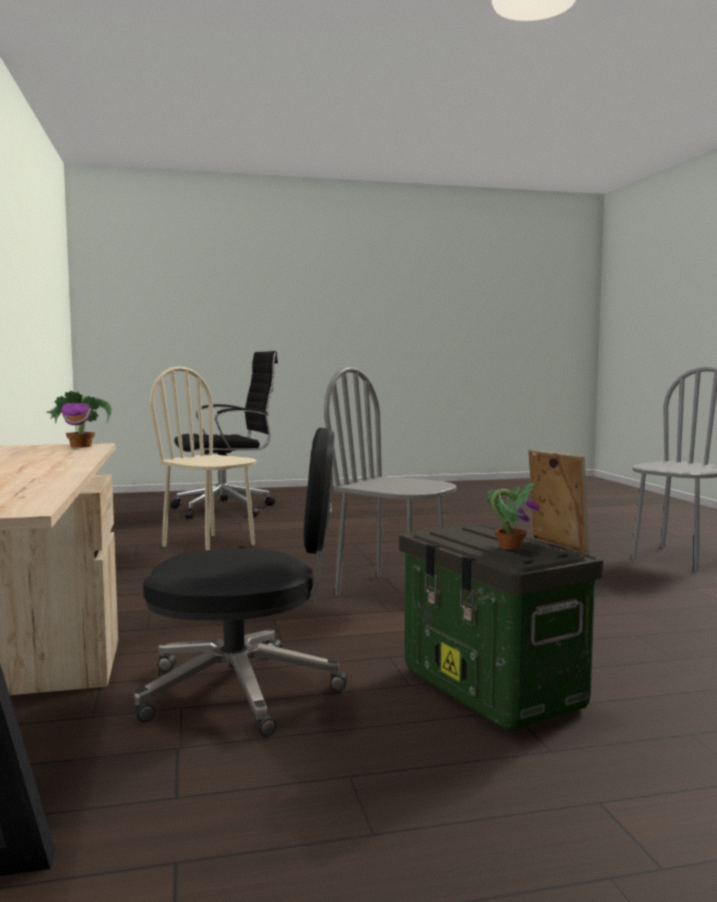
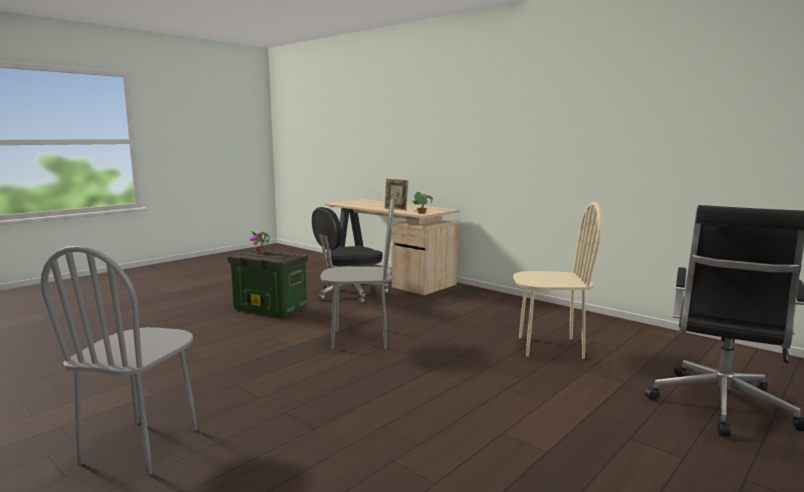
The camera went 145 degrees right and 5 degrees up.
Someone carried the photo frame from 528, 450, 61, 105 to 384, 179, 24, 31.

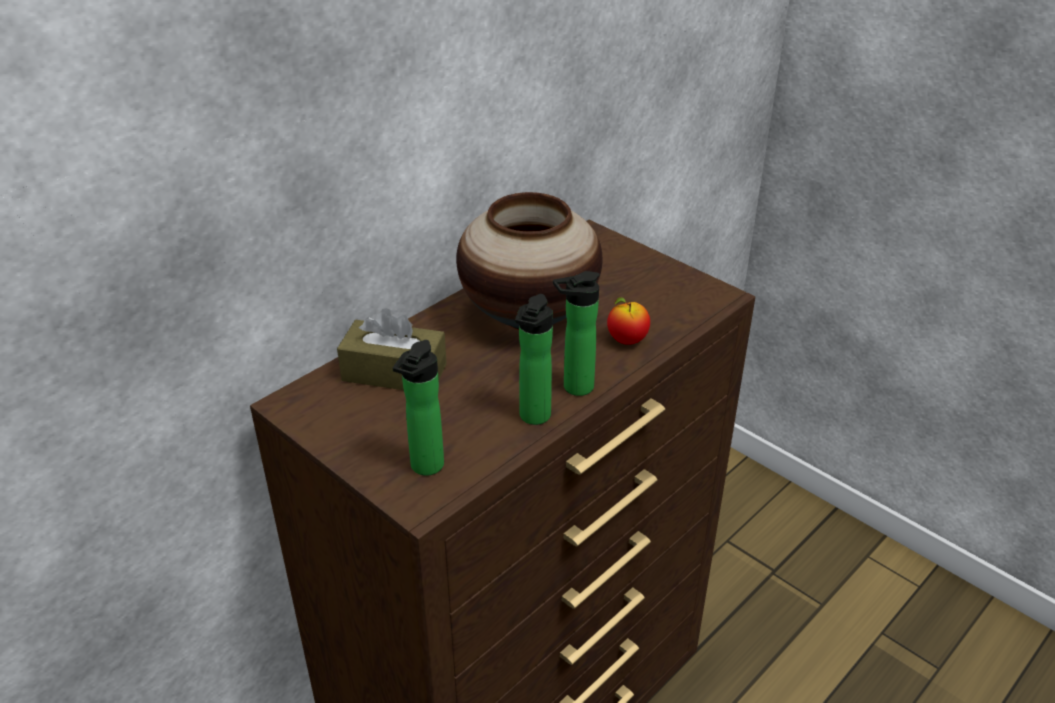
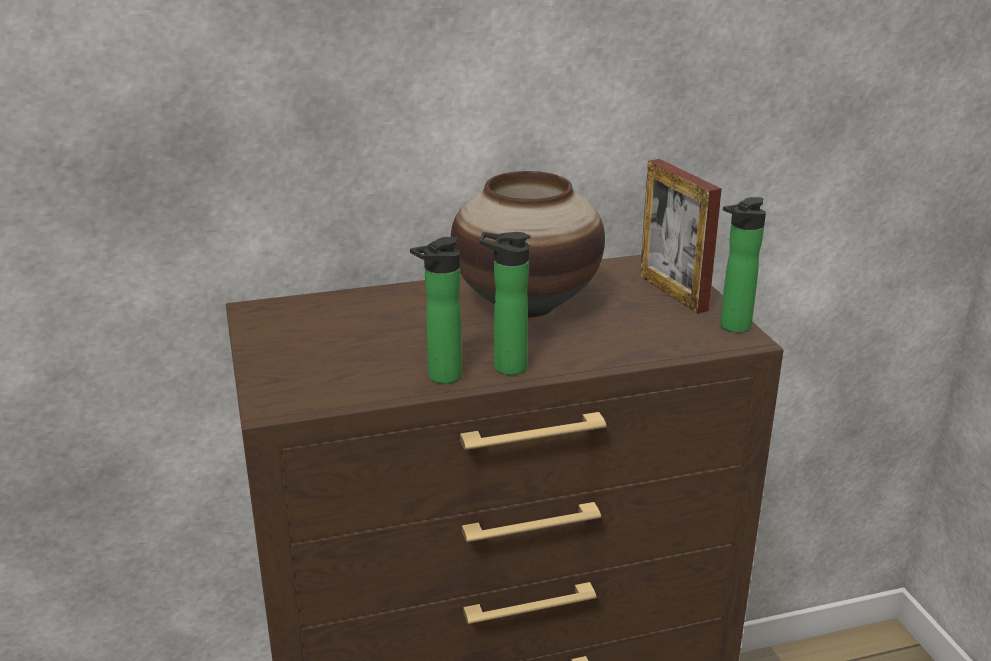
The camera went 30 degrees right and 10 degrees down.
Someone put down the photo frame at 640, 159, 82, 155.
Someone carried the bottle from 393, 340, 51, 136 to 720, 197, 46, 136.
Someone took away the tissue box/brownish at 337, 308, 110, 82.
Someone took away the apple at 607, 297, 43, 48.

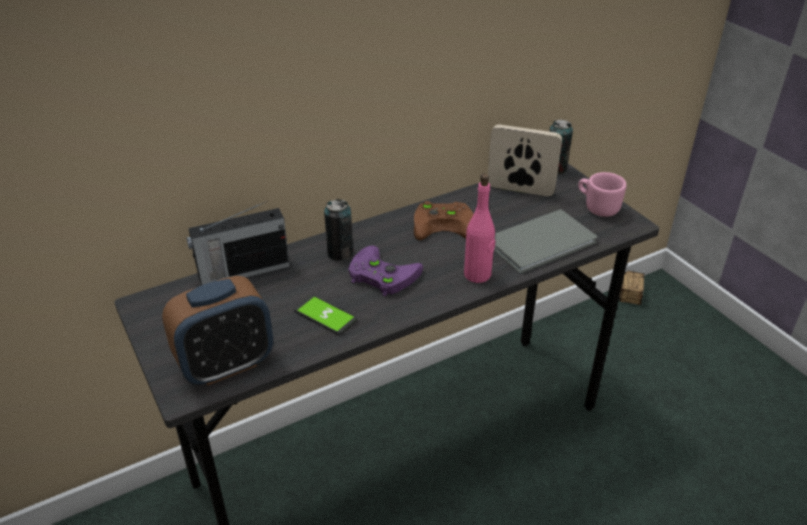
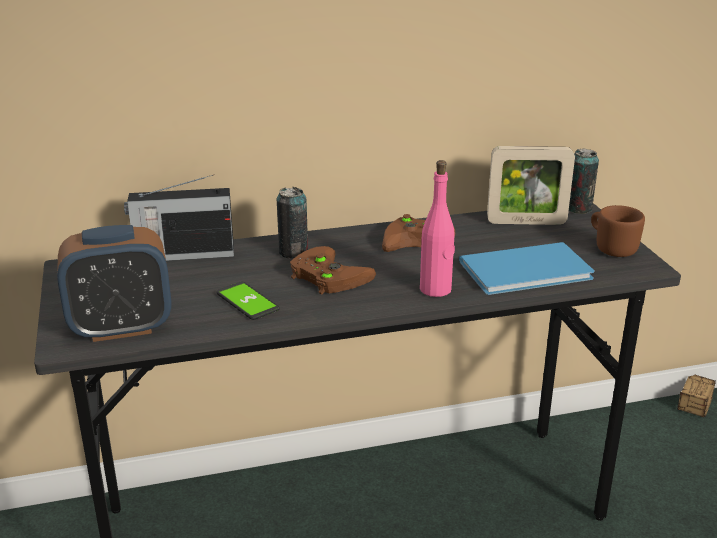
The camera went 15 degrees right and 10 degrees down.
Someone repainted the game controller/purple at 348, 246, 75, 51, which became the game controller/brownish at 290, 246, 86, 49.
Someone repainted the volume/gray at 494, 209, 103, 64, which became the volume/blue-coloured at 459, 242, 136, 53.
Someone rotated the photo frame at 488, 125, 74, 71 by 150 degrees clockwise.
Someone repainted the coffee mug/pink at 578, 172, 49, 45, which became the coffee mug/brownish at 591, 205, 54, 52.

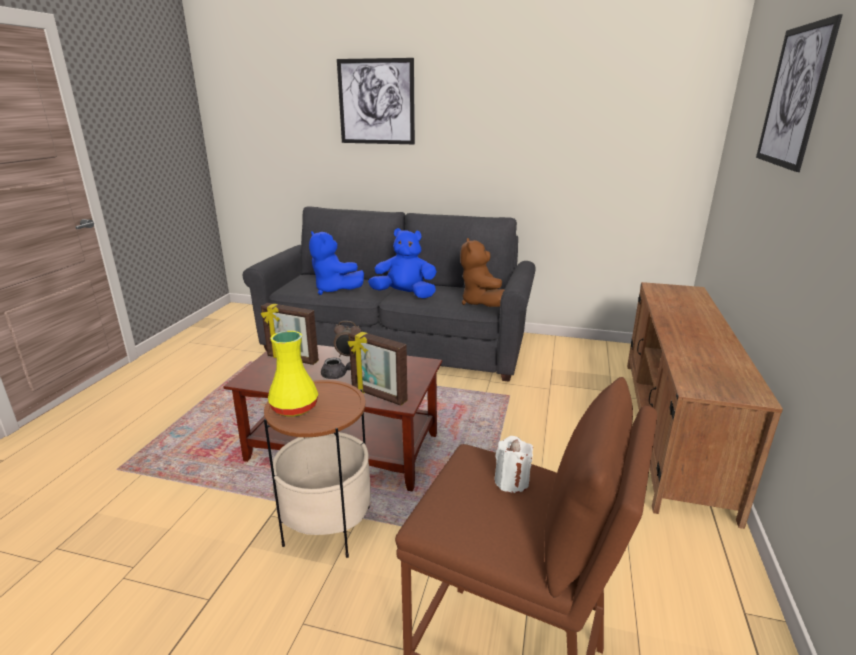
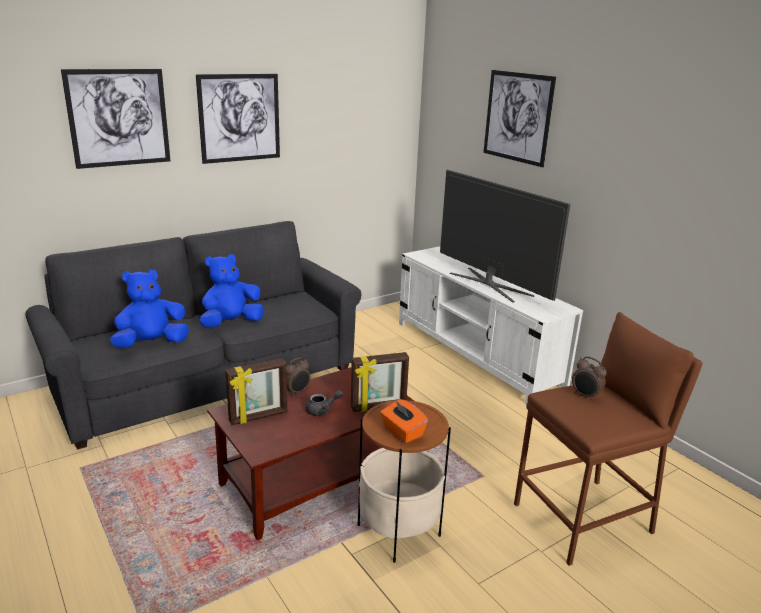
The camera went 50 degrees left and 0 degrees up.
Someone rotated the soft toy/blue-coloured at 309, 231, 55, 64 by 150 degrees clockwise.
Someone put up the wall art at 196, 74, 84, 90.
Someone swapped the flower vase/yellow at 268, 331, 50, 86 for the tissue box/orange at 380, 399, 48, 44.
Someone repainted the media console/brownish at 627, 282, 156, 247, which became the media console/whitish at 399, 246, 184, 158.
Someone put down the television at 440, 169, 130, 133.
Someone swapped the wax light/whitish at 494, 436, 39, 57 for the bedside clock at 572, 356, 35, 45.
Someone took away the soft toy/brownish at 460, 238, 45, 69.

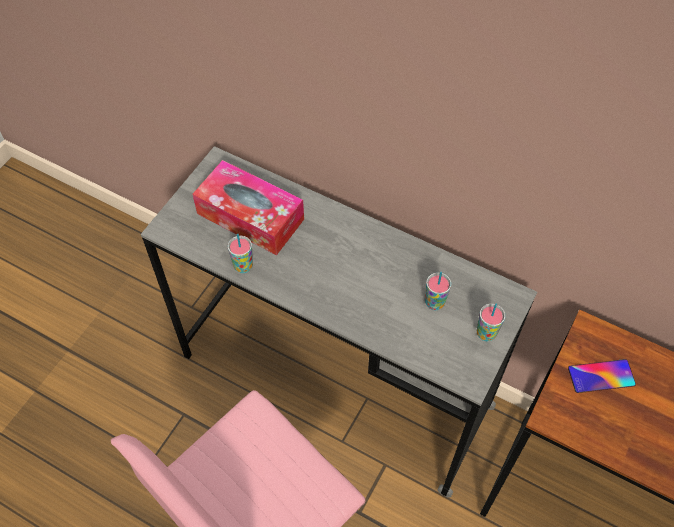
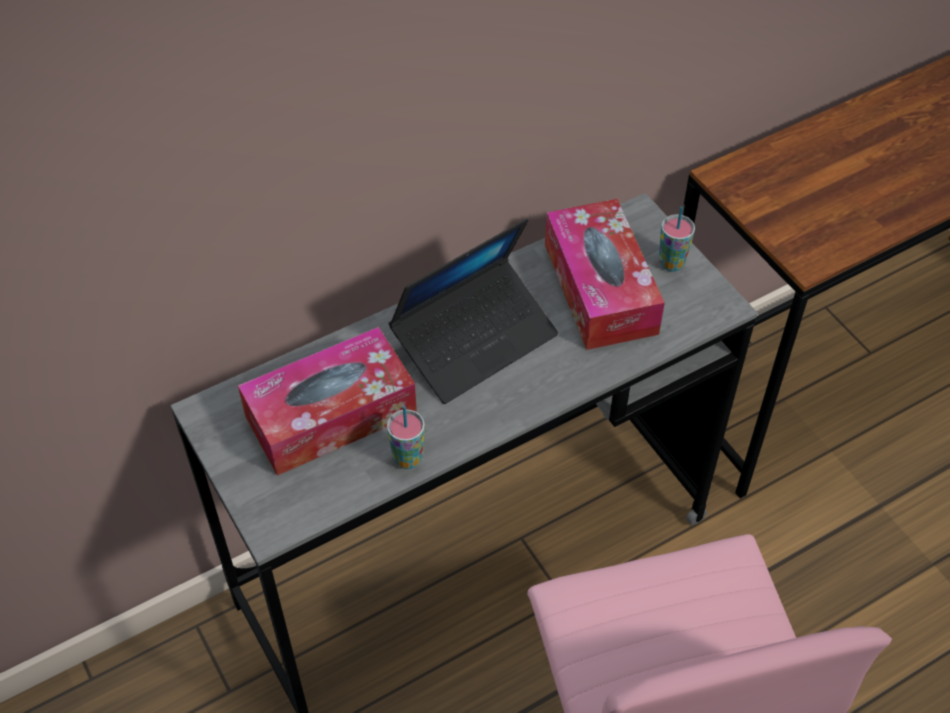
The camera went 60 degrees left and 5 degrees down.
Someone put down the laptop at 389, 218, 169, 186.
Someone swapped the drinking cup at 425, 272, 26, 38 for the tissue box at 545, 199, 120, 151.
Someone took away the handset at 568, 359, 68, 34.

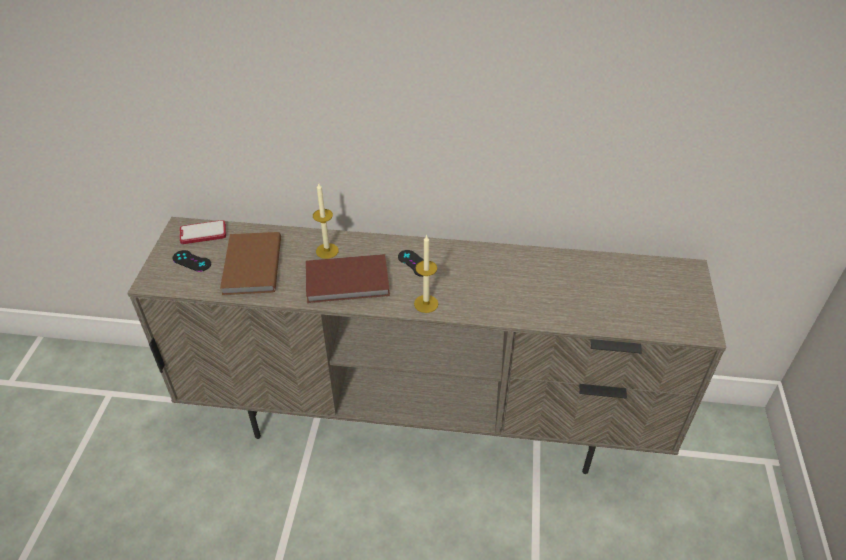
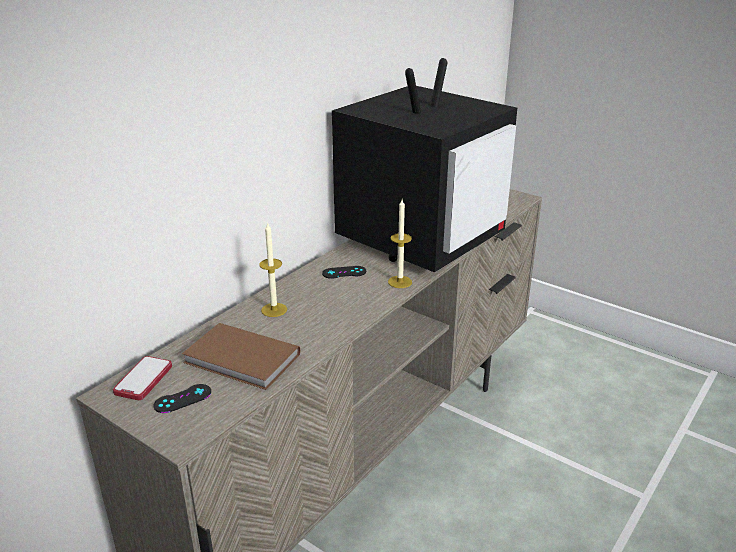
The camera went 60 degrees left and 15 degrees down.
Someone put down the television at 332, 58, 185, 214.
Someone took away the volume/brownish at 306, 254, 84, 49.

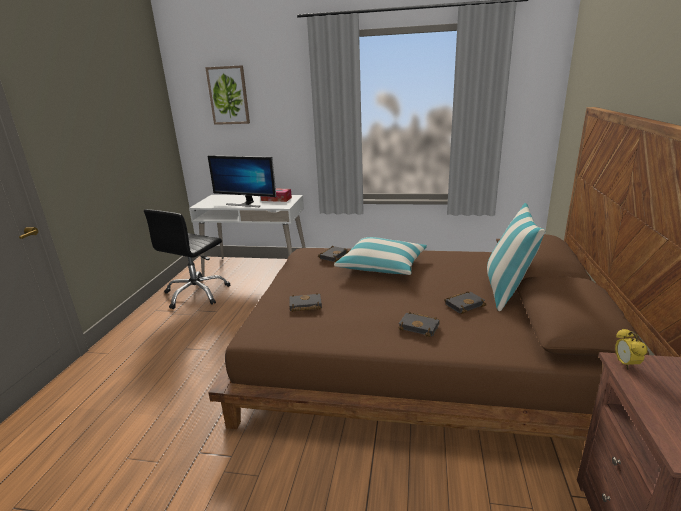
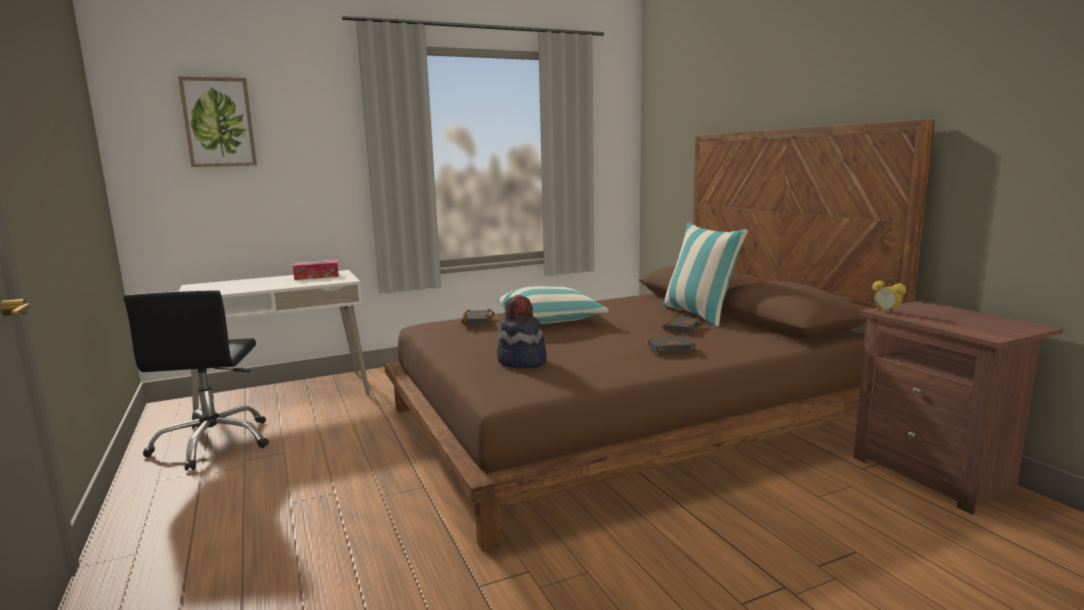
The camera went 35 degrees left and 10 degrees down.
Someone swapped the volume/black-coloured at 290, 293, 32, 19 for the hat at 497, 295, 50, 73.
Someone took away the computer display at 208, 155, 69, 52.

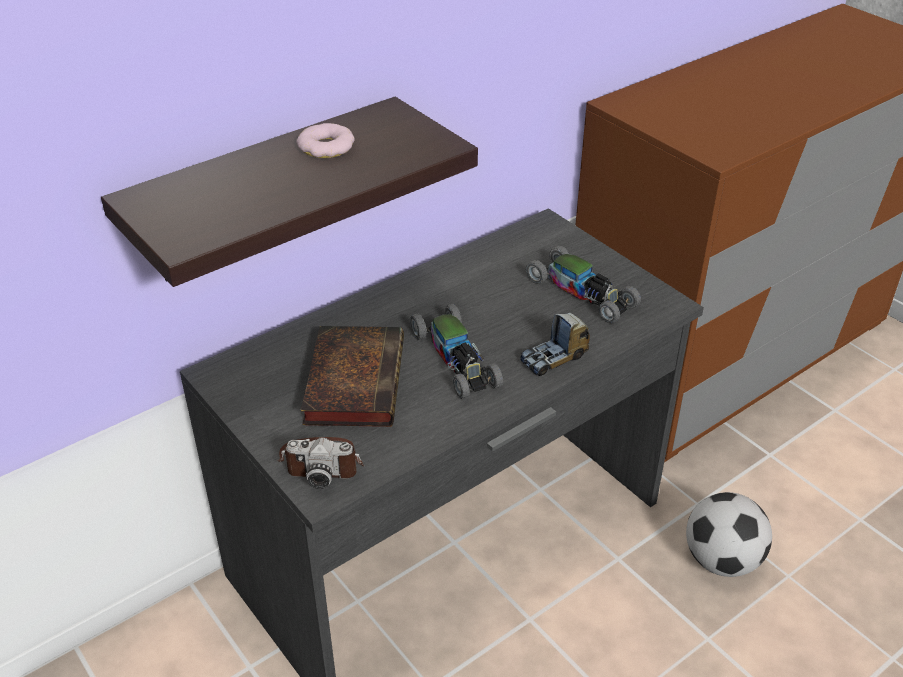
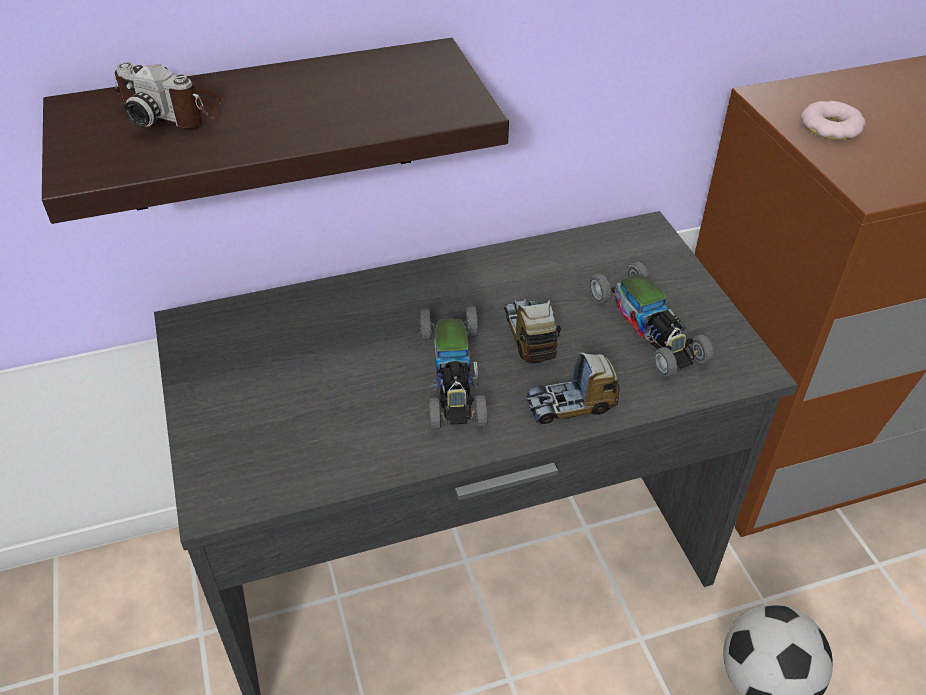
The camera went 20 degrees right and 5 degrees up.
Someone carried the still camera from 277, 437, 87, 52 to 115, 62, 108, 66.
Someone put down the model truck at 504, 299, 57, 65.
Someone carried the donut from 296, 123, 59, 35 to 801, 101, 65, 39.
Someone took away the volume at 301, 326, 103, 101.

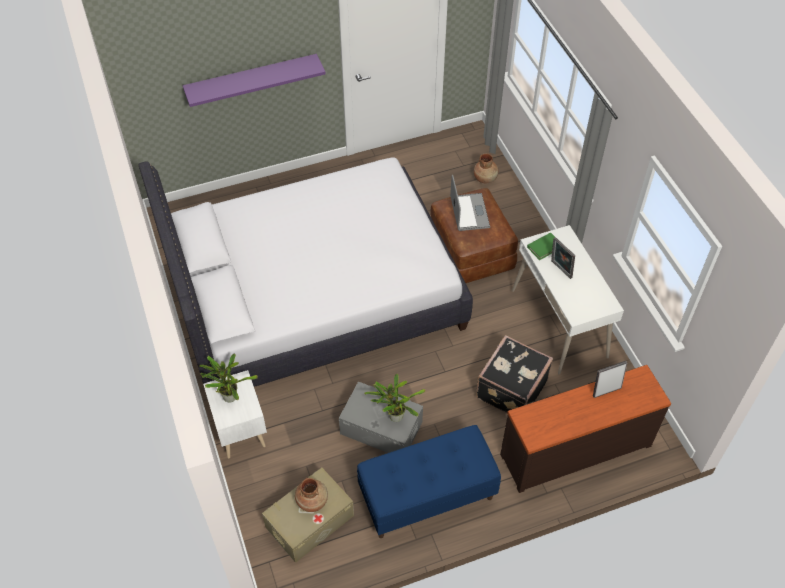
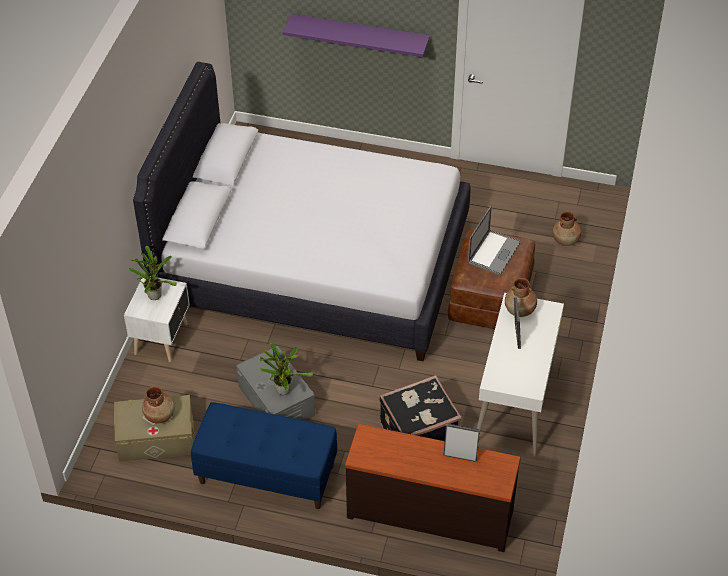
The camera went 35 degrees right and 5 degrees down.
Someone swapped the volume/green-coloured at 527, 233, 28, 27 for the flower vase/brownish at 505, 278, 32, 39.

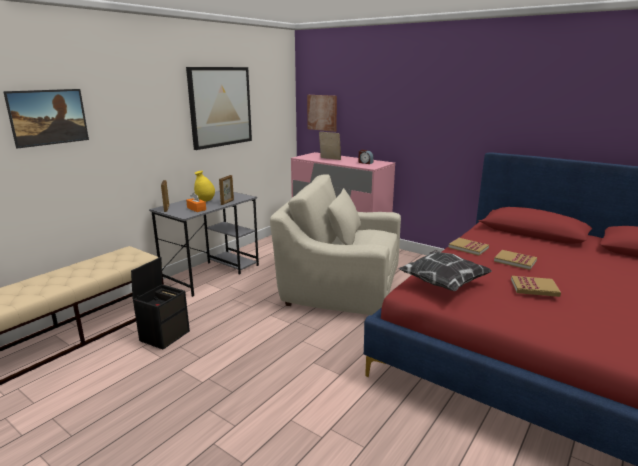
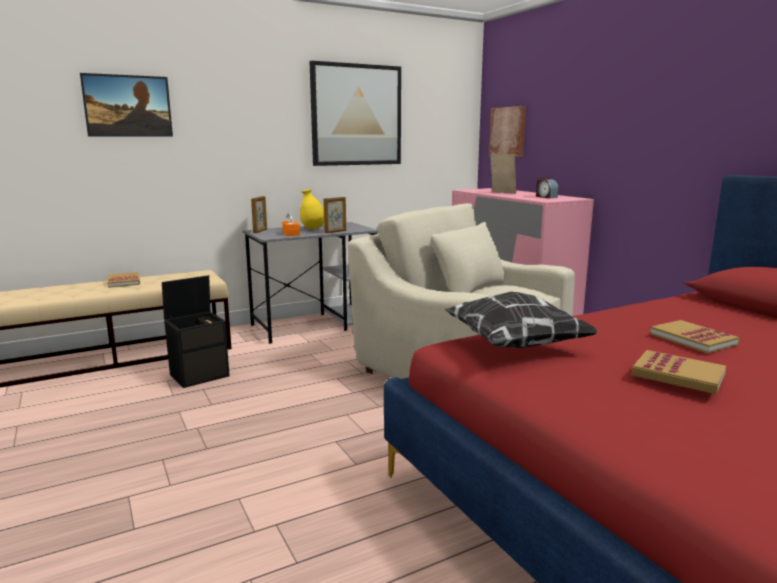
The camera went 25 degrees right and 5 degrees down.
Someone carried the volume from 448, 238, 41, 18 to 108, 272, 32, 16.

